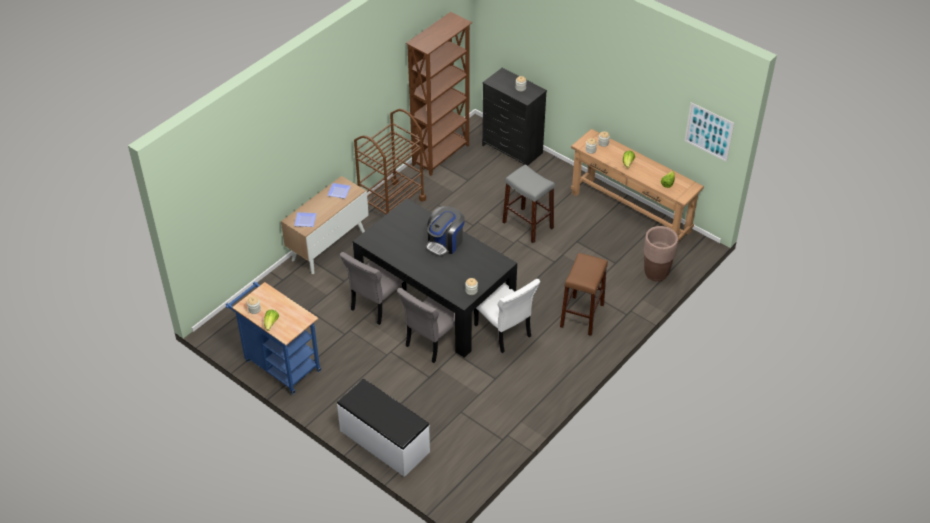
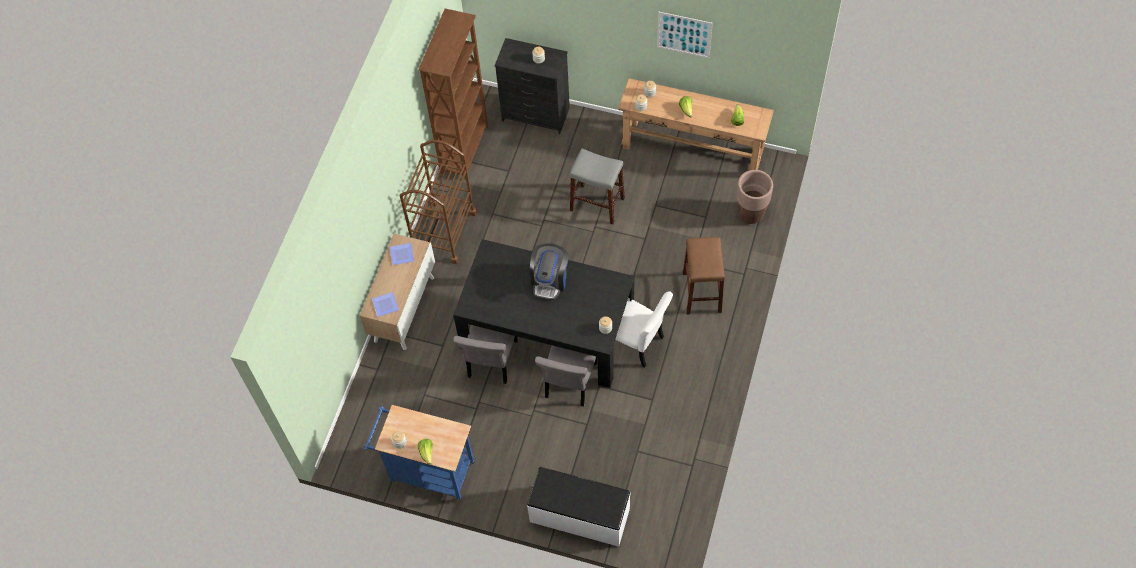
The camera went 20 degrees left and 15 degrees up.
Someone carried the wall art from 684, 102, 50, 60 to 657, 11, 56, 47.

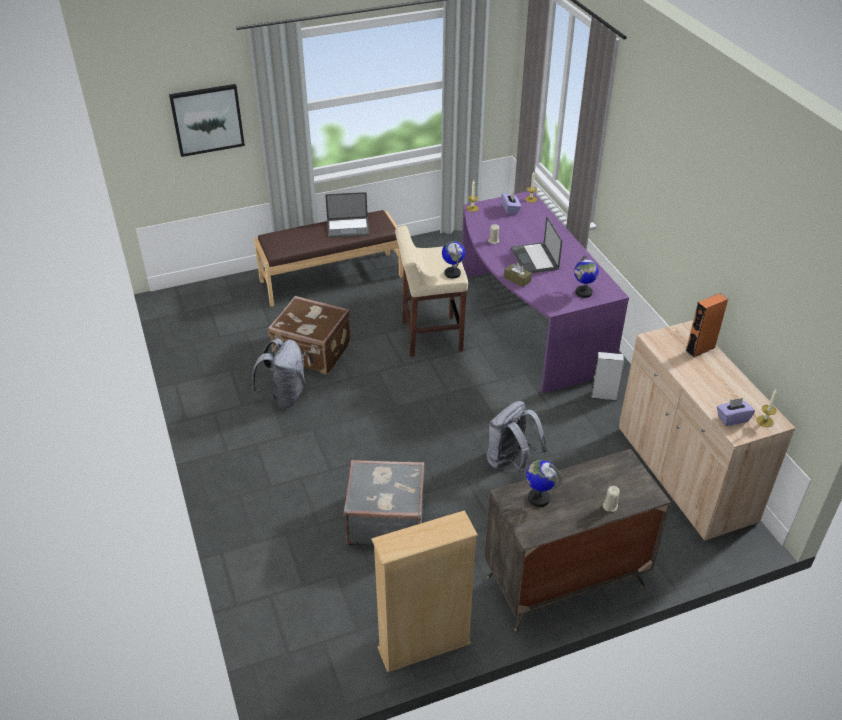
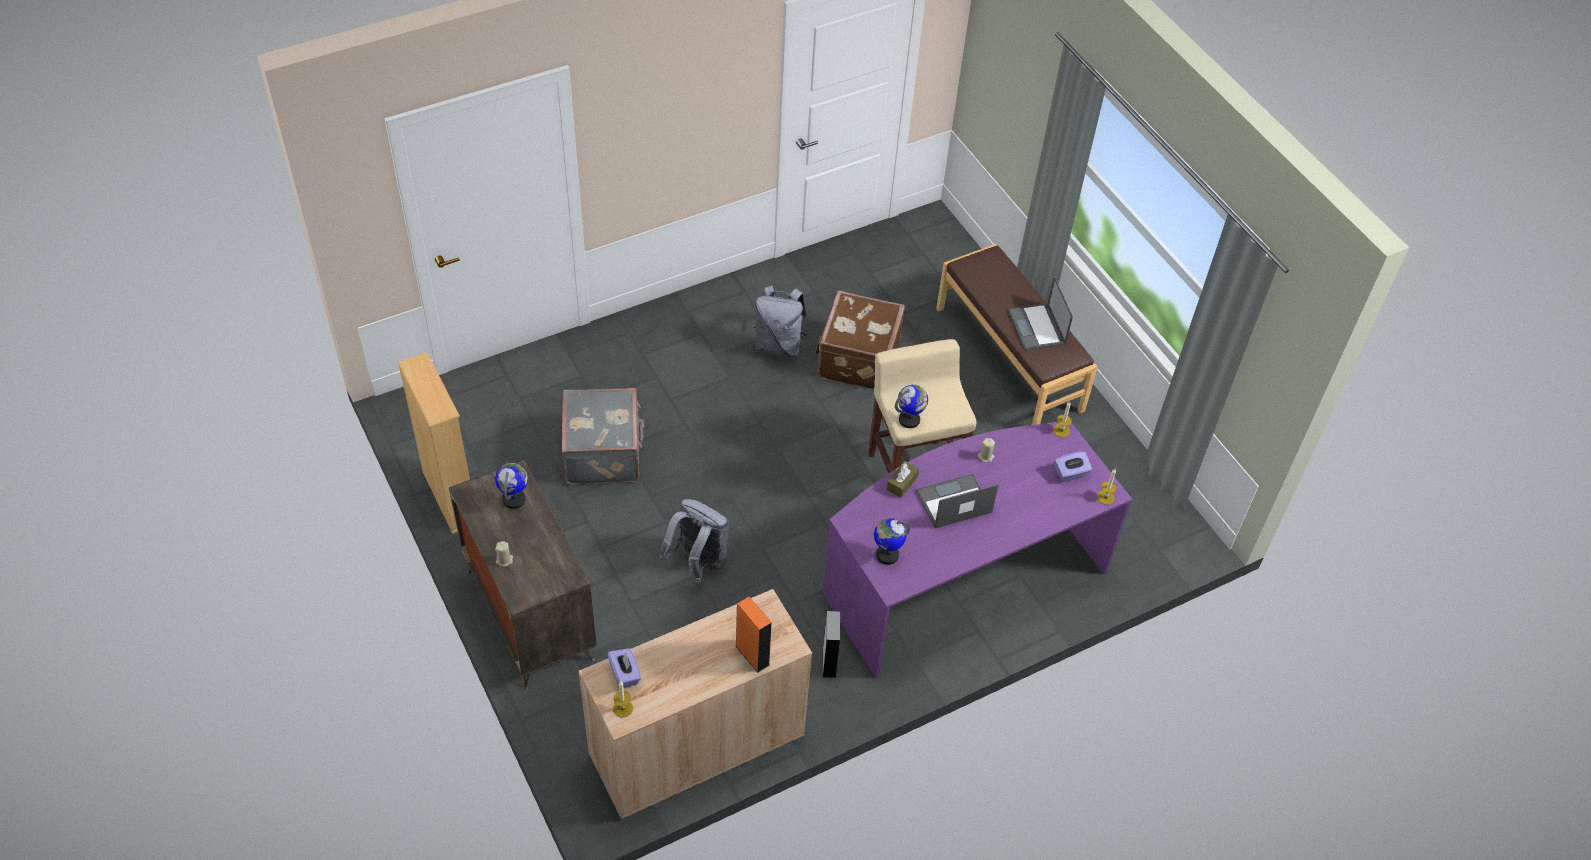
The camera went 80 degrees right and 10 degrees up.
Someone took away the wall art at 169, 84, 76, 73.

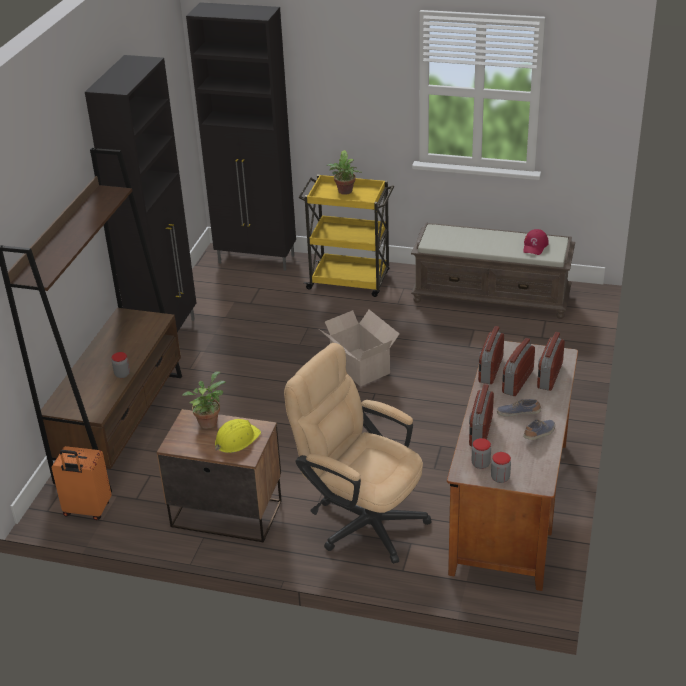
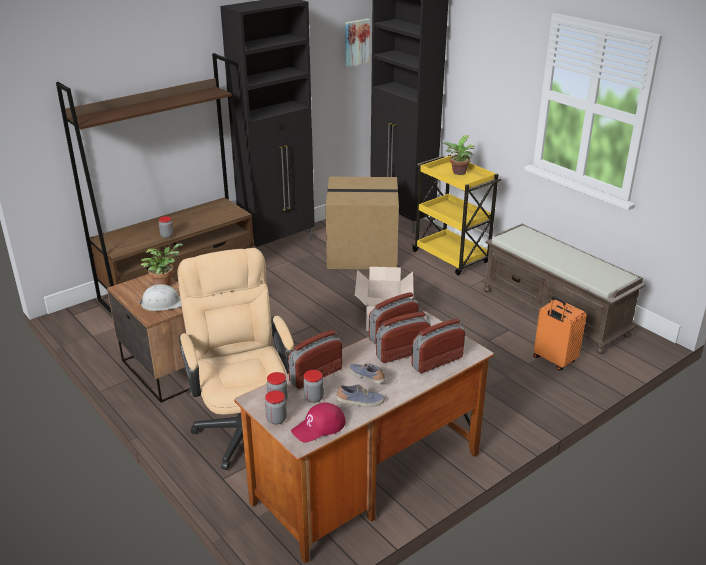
The camera went 35 degrees right and 5 degrees down.
Someone repainted the work helmet/yellow at 215, 419, 46, 34, which became the work helmet/whitish at 138, 284, 44, 27.
Someone carried the peaked cap/reddish from 524, 229, 25, 26 to 291, 402, 55, 41.
Someone put down the preserve jar at 303, 370, 21, 33.
Someone put down the carton at 326, 177, 73, 92.
Someone put up the wall art at 345, 19, 25, 48.
Someone carried the travel case/orange from 51, 446, 61, 74 to 534, 296, 53, 74.

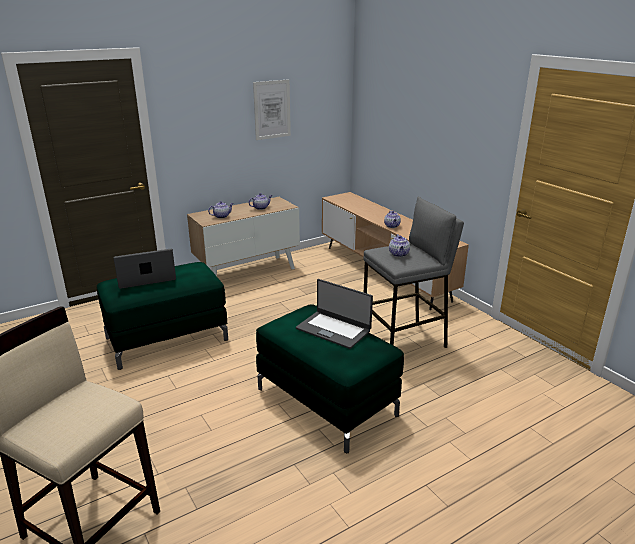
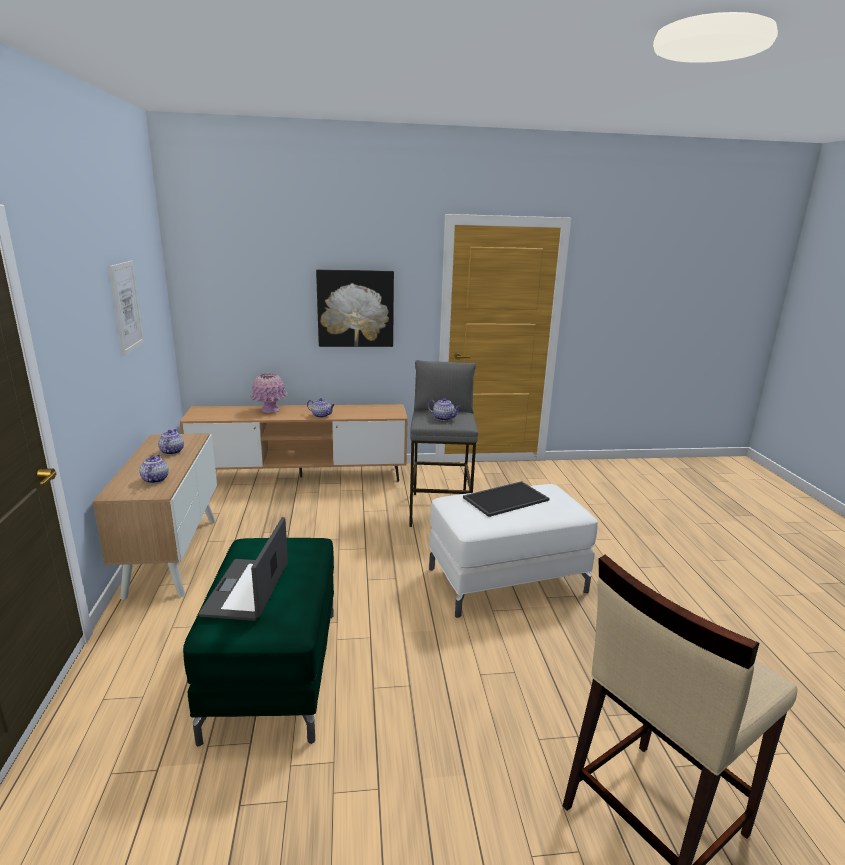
The camera went 65 degrees left and 5 degrees down.
Someone put down the flower vase/pink at 250, 373, 38, 40.
Someone put up the wall art at 316, 269, 78, 78.
Someone repainted the pouffe/green-coloured at 256, 304, 148, 149, which became the pouffe/whitish at 429, 484, 169, 134.
Someone swapped the laptop at 296, 279, 77, 70 for the carrying tray at 463, 481, 87, 36.

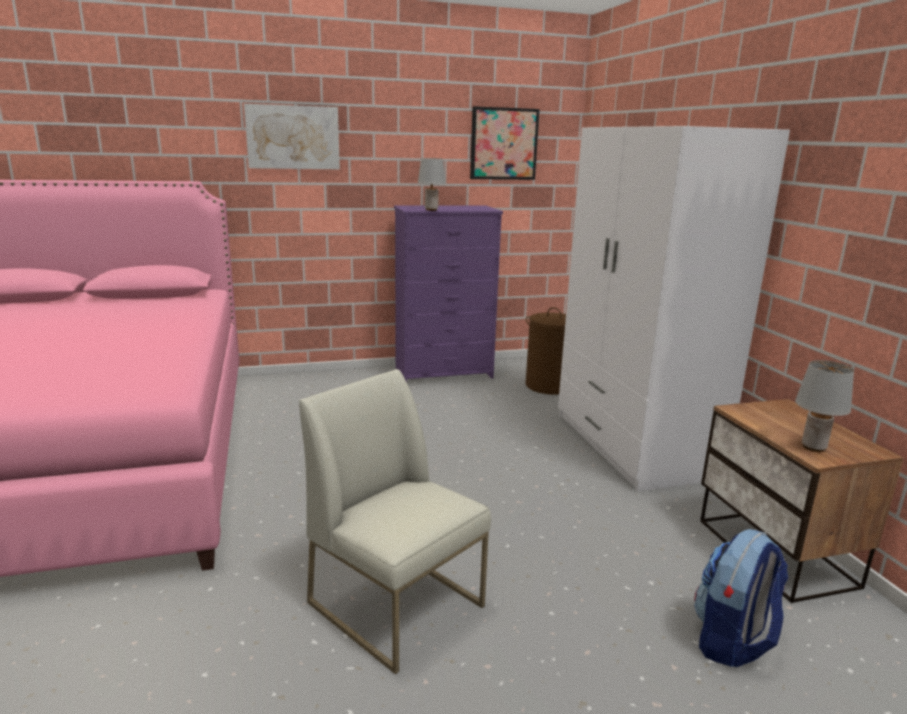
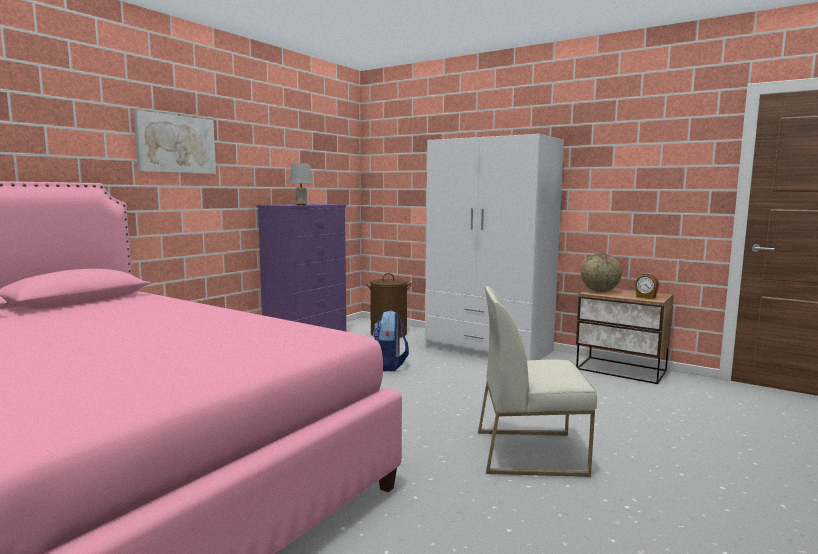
The camera went 40 degrees left and 10 degrees down.
Someone carried the knapsack from 694, 529, 94, 138 to 373, 310, 36, 62.
Someone put down the globe at 581, 253, 41, 39.
Someone swapped the table lamp/gray at 795, 360, 59, 92 for the bedside clock at 635, 273, 24, 26.
Someone took away the wall art at 470, 106, 70, 74.

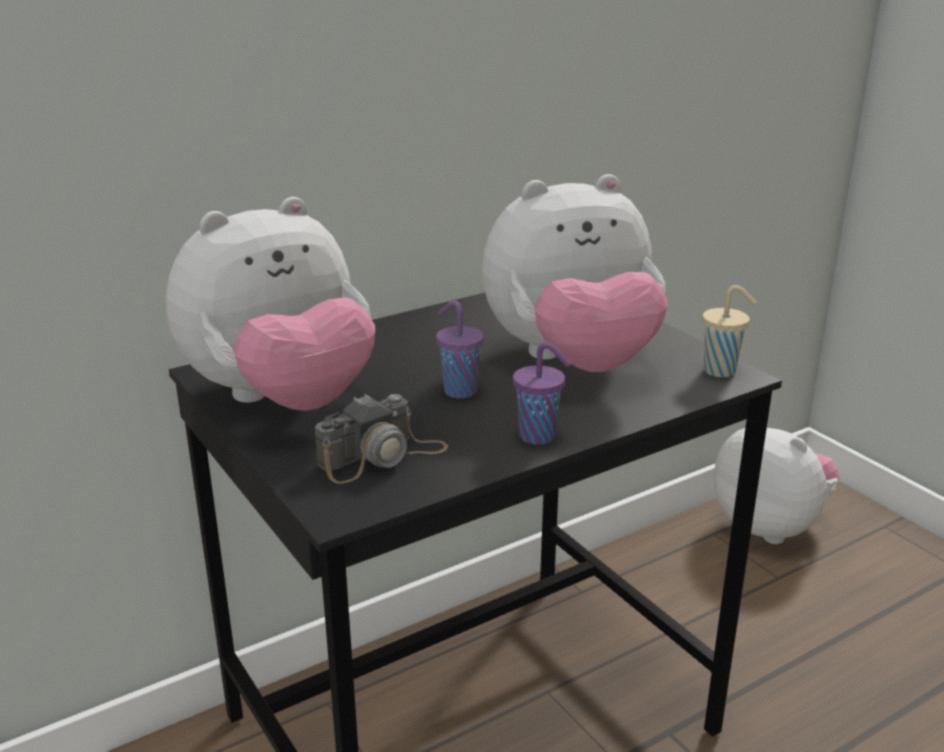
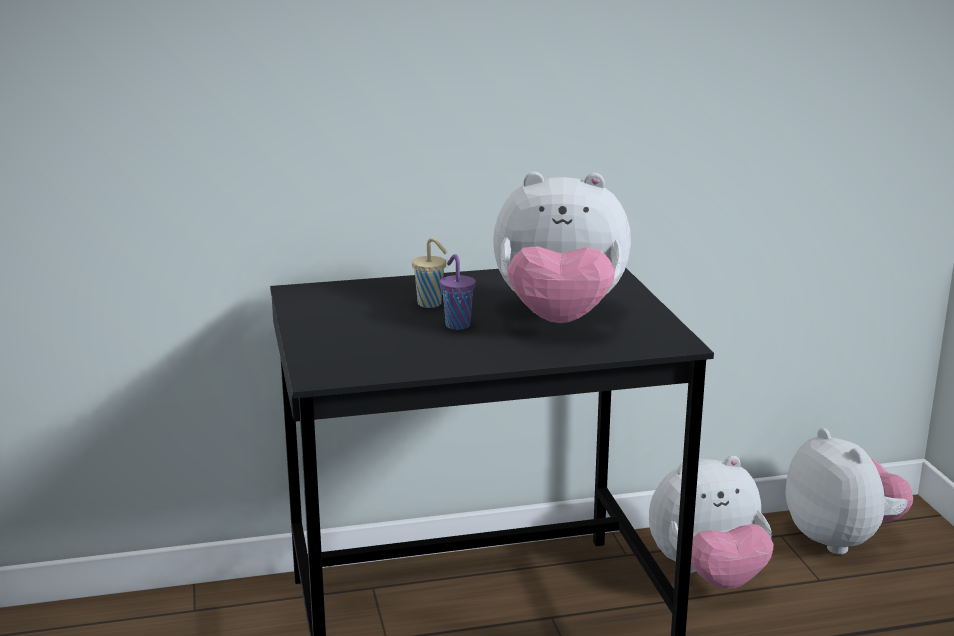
The camera went 20 degrees right and 5 degrees down.
Someone carried the drinking cup/beige from 702, 285, 55, 92 to 412, 238, 35, 70.
Someone carried the soft toy from 166, 197, 209, 214 to 649, 456, 125, 133.
Someone took away the still camera at 315, 394, 133, 90.
Someone took away the drinking cup/purple at 513, 342, 58, 103.

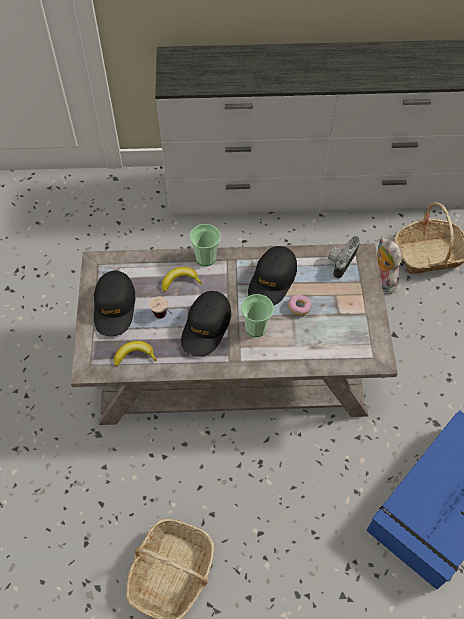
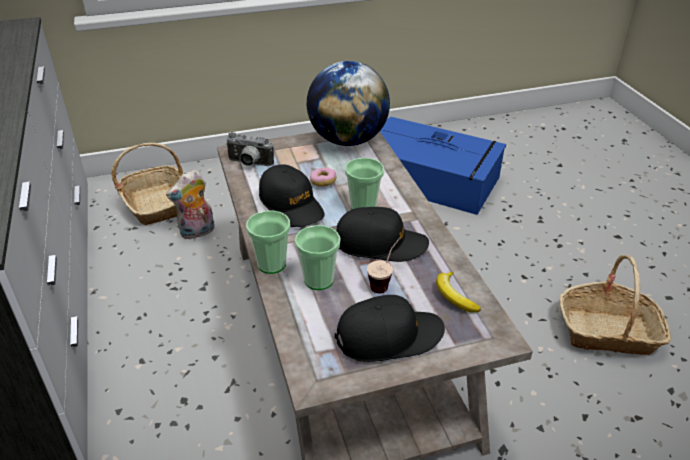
The camera went 105 degrees left and 20 degrees down.
Someone rotated the peaked cap/black-coloured at 248, 246, 49, 60 by 45 degrees clockwise.
Someone swapped the banana at 162, 267, 40, 25 for the drinking cup at 295, 225, 45, 65.
Someone put down the globe at 307, 61, 83, 85.

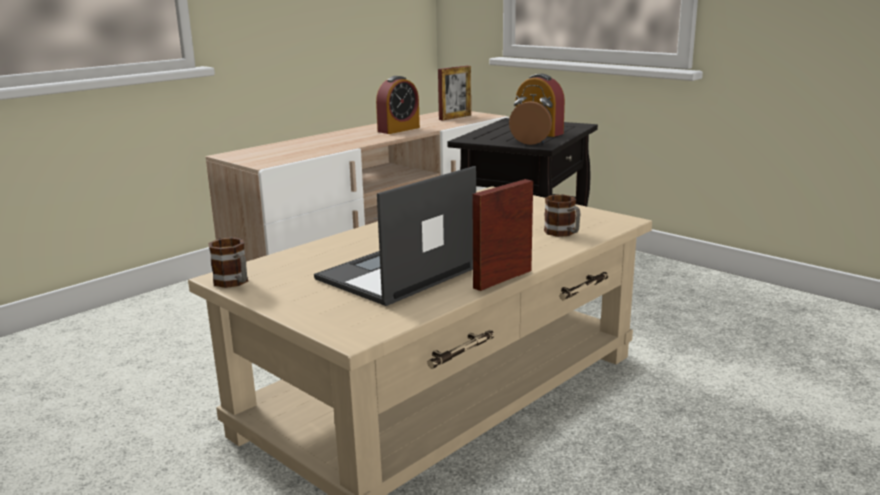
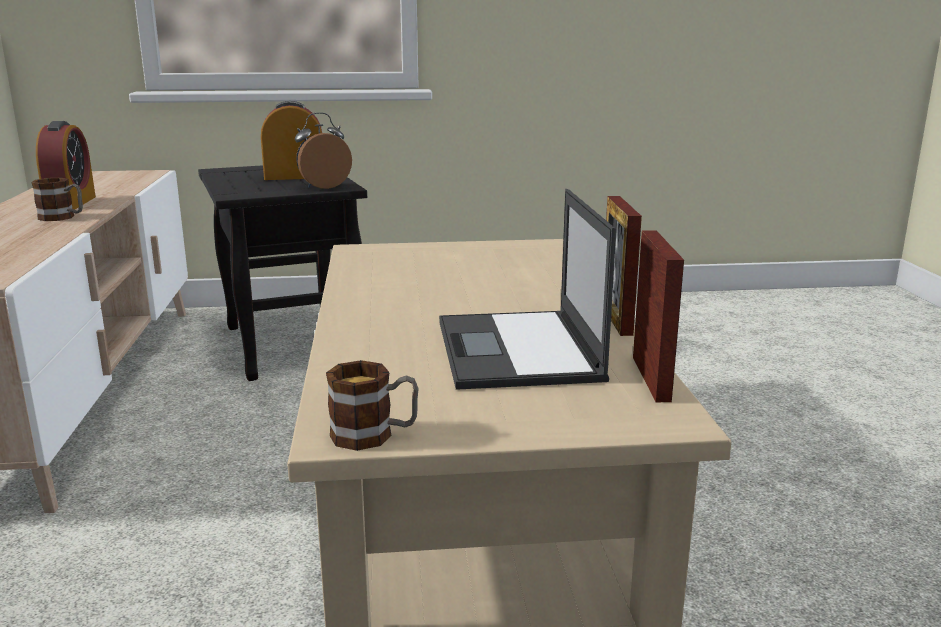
The camera went 50 degrees left and 0 degrees up.
Someone carried the coffee mug from 544, 195, 36, 42 to 31, 178, 52, 43.
Someone carried the photo frame from 438, 66, 33, 55 to 633, 231, 51, 171.

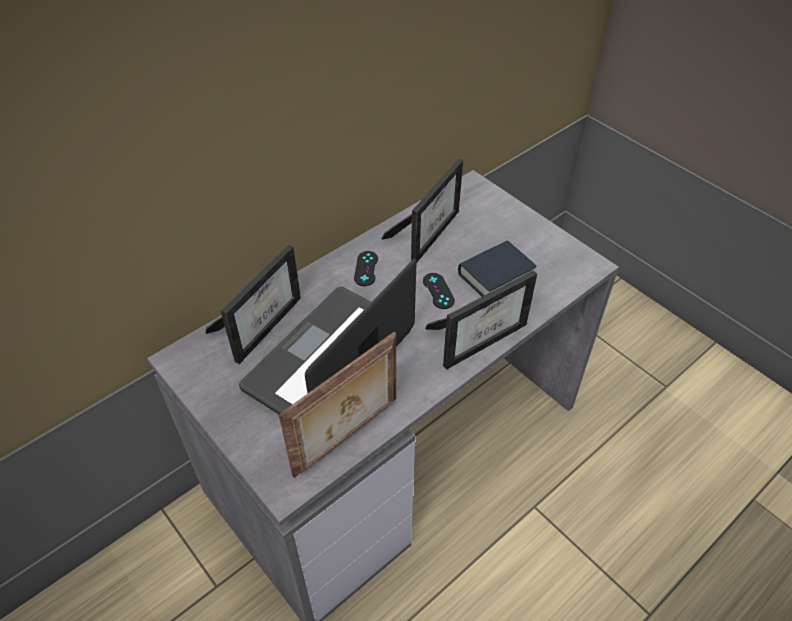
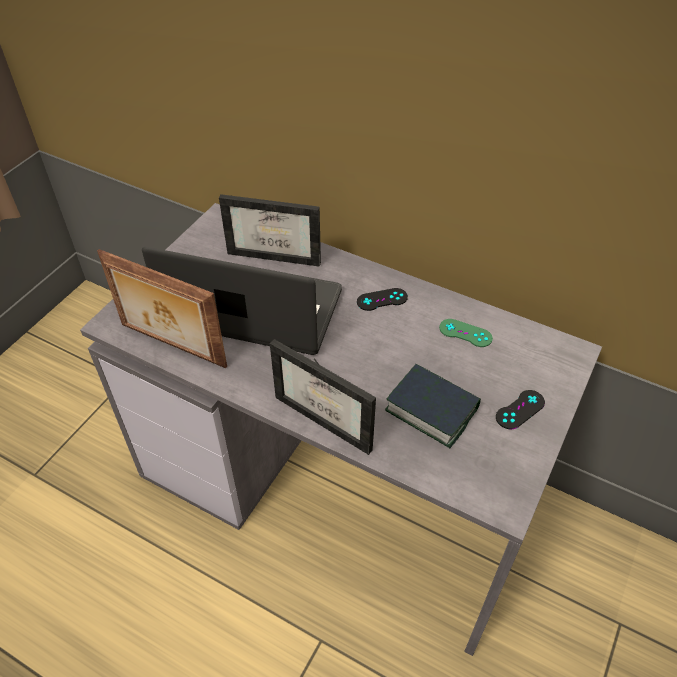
The camera went 70 degrees right and 0 degrees up.
Someone swapped the photo frame at 381, 158, 82, 104 for the game controller/green-coloured at 439, 319, 54, 28.
Someone carried the game controller/black-coloured from 423, 273, 32, 36 to 496, 390, 49, 39.

